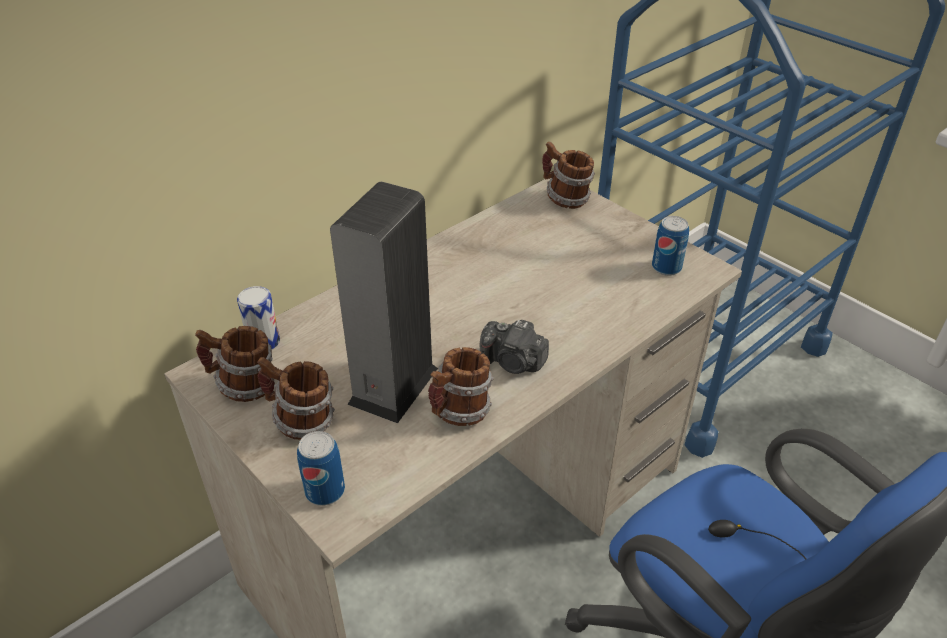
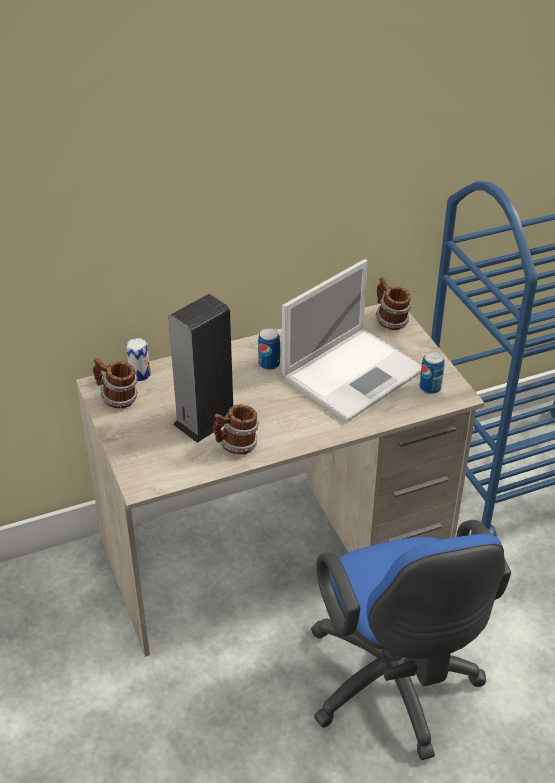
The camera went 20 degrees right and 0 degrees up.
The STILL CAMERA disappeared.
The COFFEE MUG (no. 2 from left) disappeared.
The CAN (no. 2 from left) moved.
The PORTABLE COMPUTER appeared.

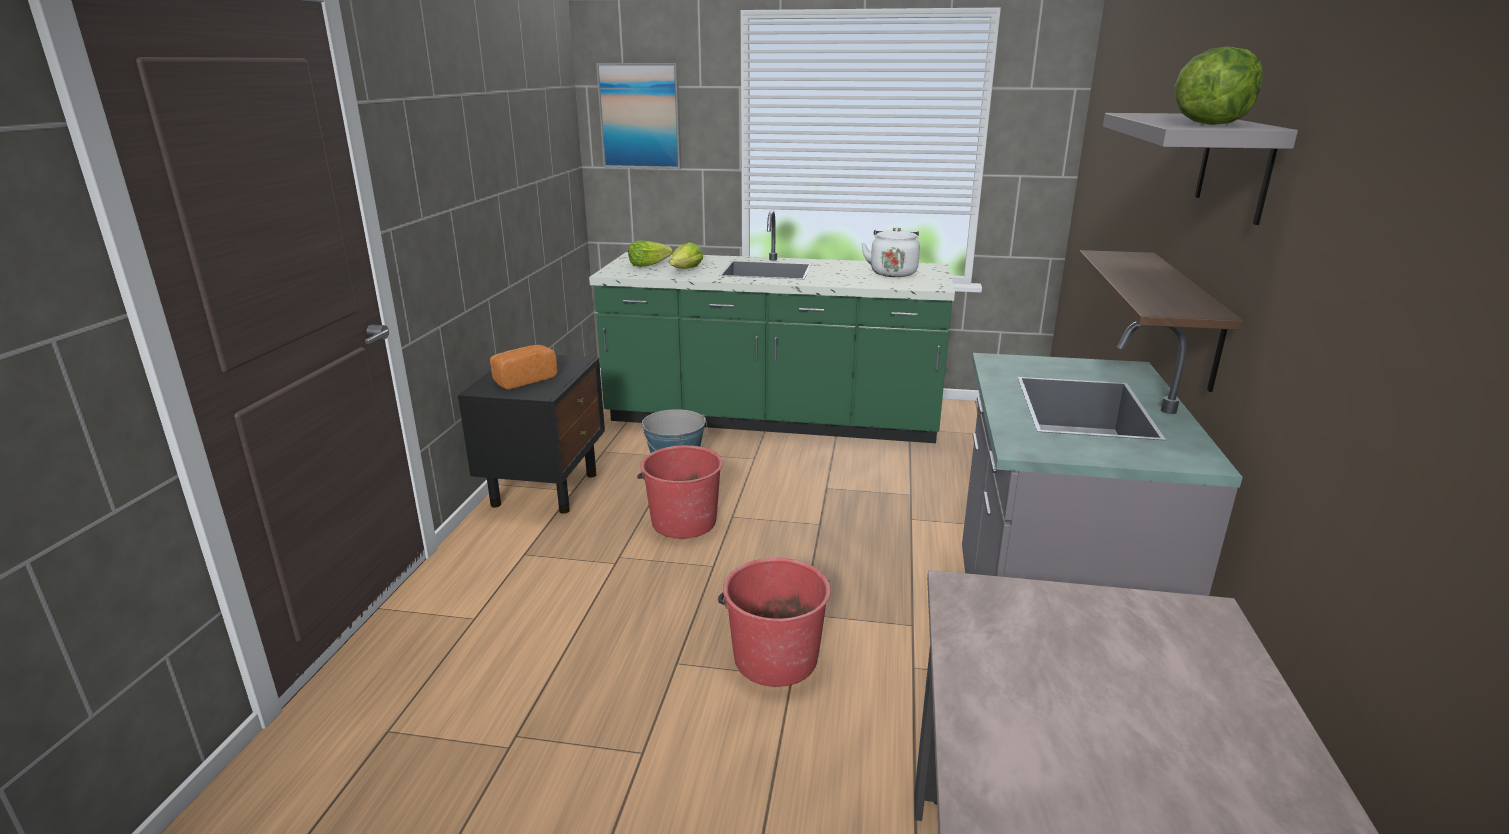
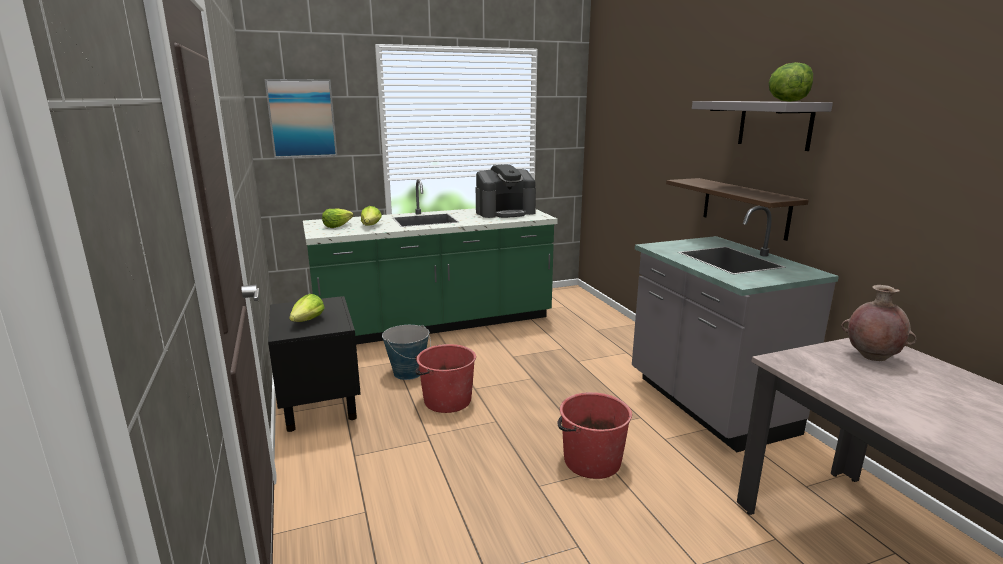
The camera went 30 degrees left and 5 degrees down.
The WHITE-COLOURED KETTLE was replaced by the COFFEE MACHINE.
The BAKED BREAD was replaced by the LETTUCE (no. 1 from left).
The BROWN-COLOURED FLOWER VASE appeared.

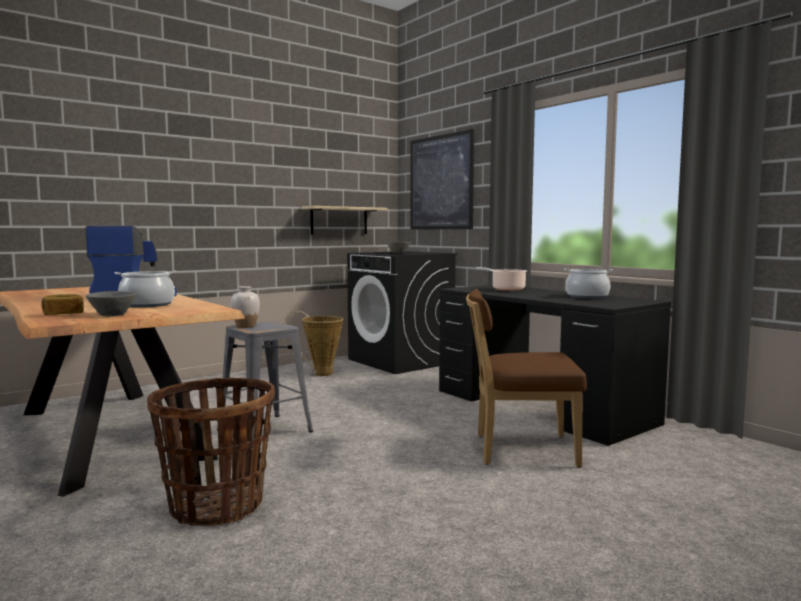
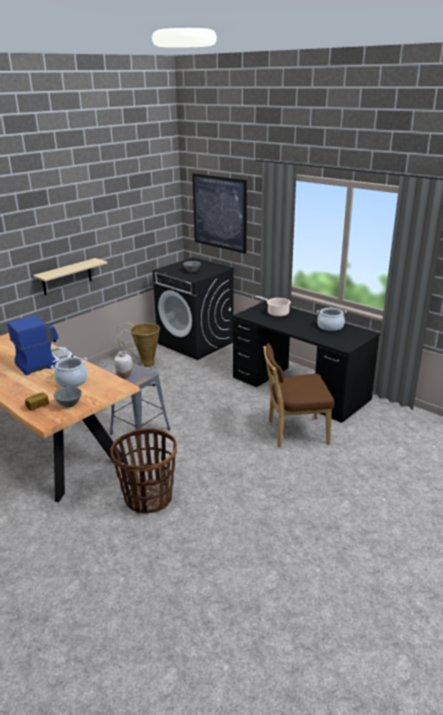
The camera went 10 degrees left and 20 degrees up.
The BEIGE-COLOURED BRACKET SHELF moved.

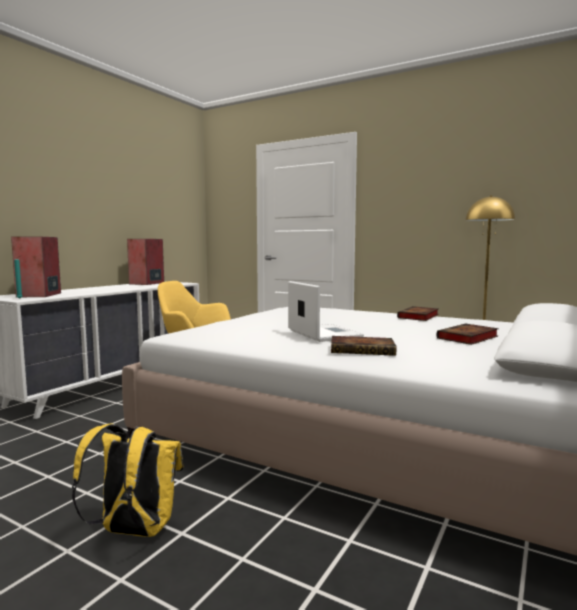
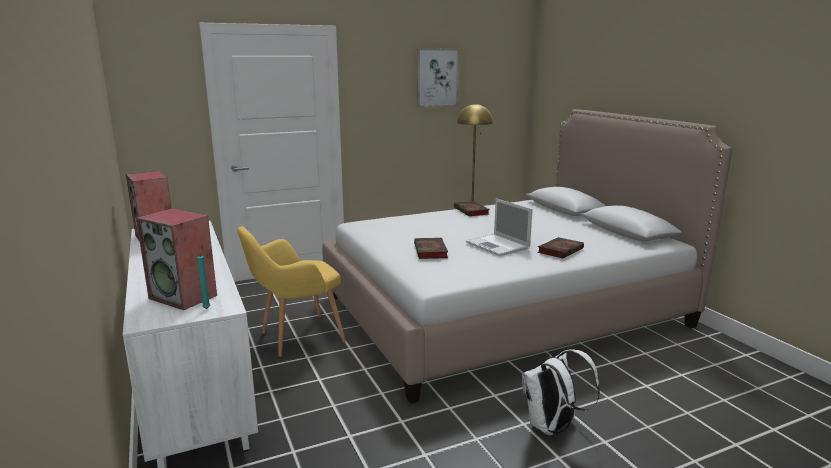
The camera went 55 degrees left and 10 degrees up.
The PORTABLE COMPUTER turned 135 degrees counterclockwise.
The VOLUME (no. 3 from left in the first image) moved.
The YELLOWISH RUCKSACK became the WHITE-COLOURED RUCKSACK.
The WALL ART appeared.

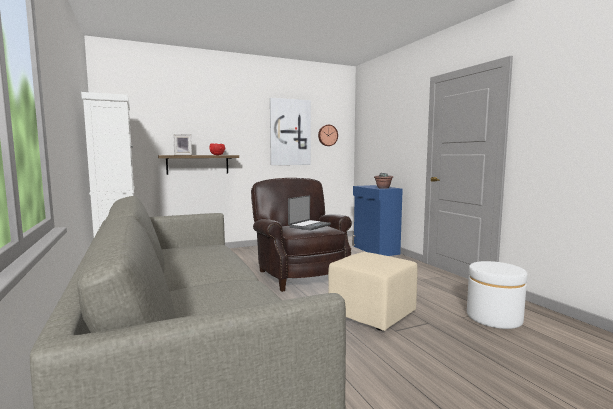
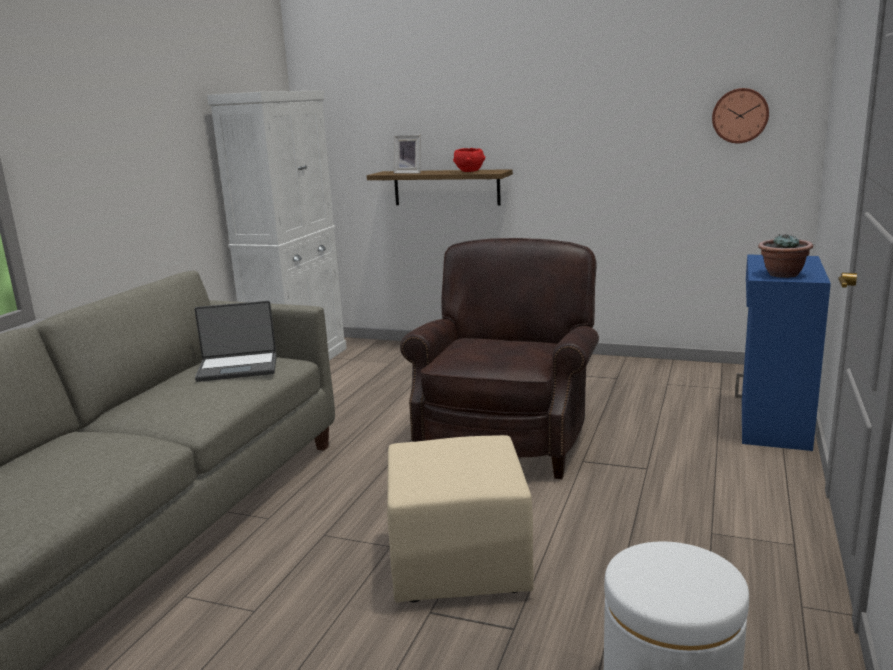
The camera went 45 degrees right and 10 degrees up.
The WALL ART disappeared.
The PORTABLE COMPUTER moved.

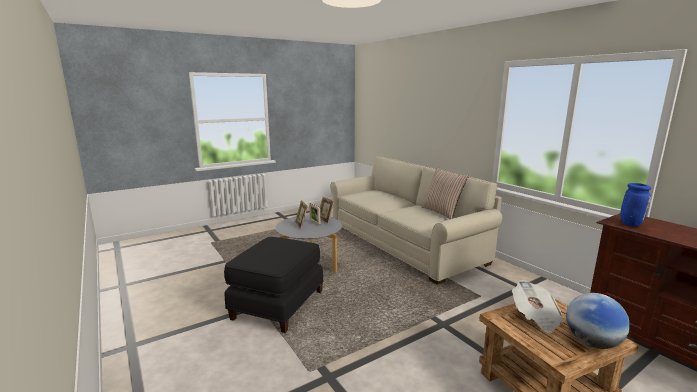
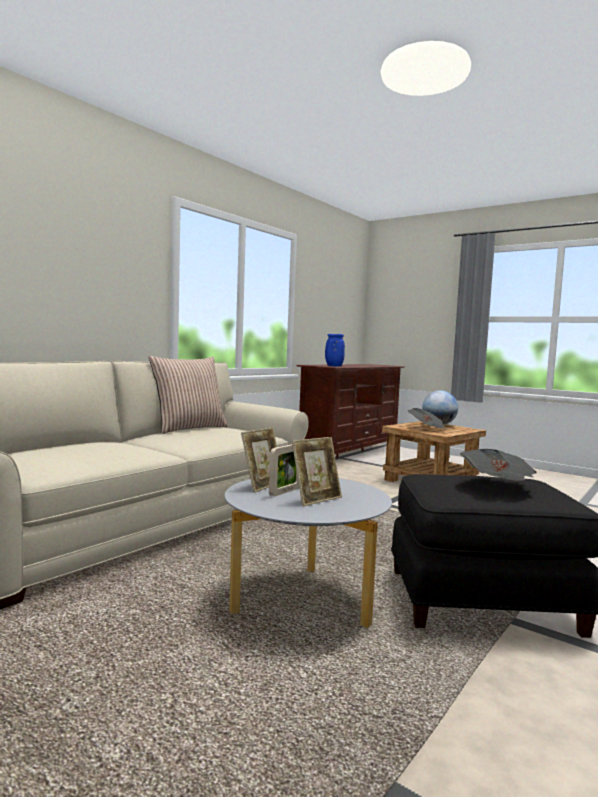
The camera went 110 degrees left and 10 degrees down.
The PRINTED PAPER (no. 2 from left) appeared.

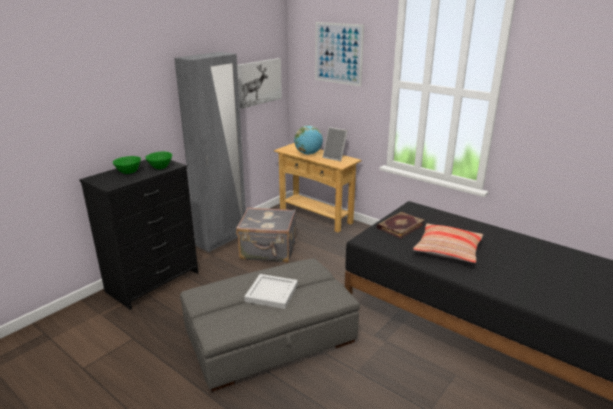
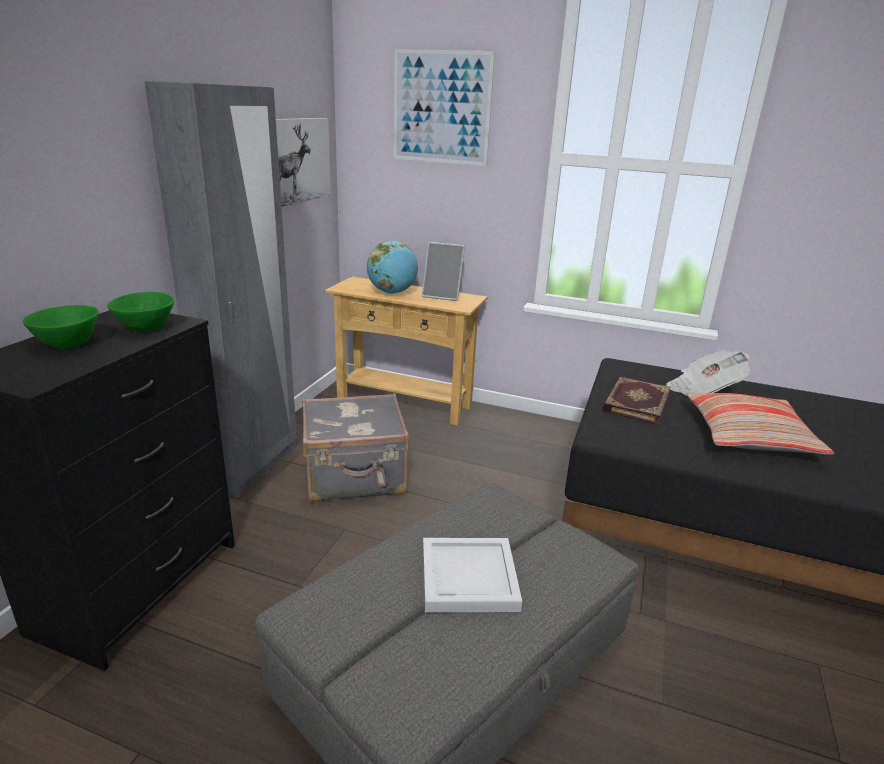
The camera went 20 degrees left and 0 degrees up.
The PRINTED PAPER appeared.

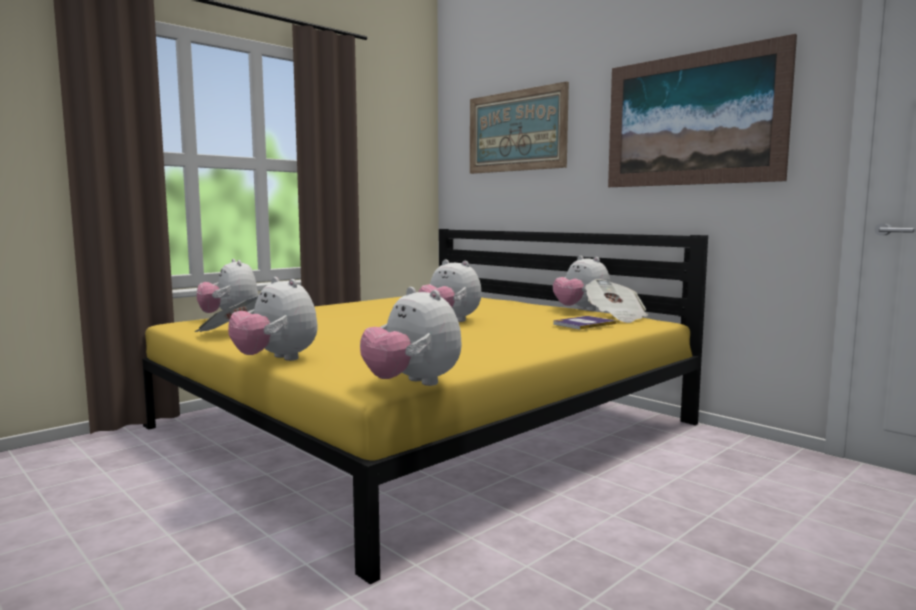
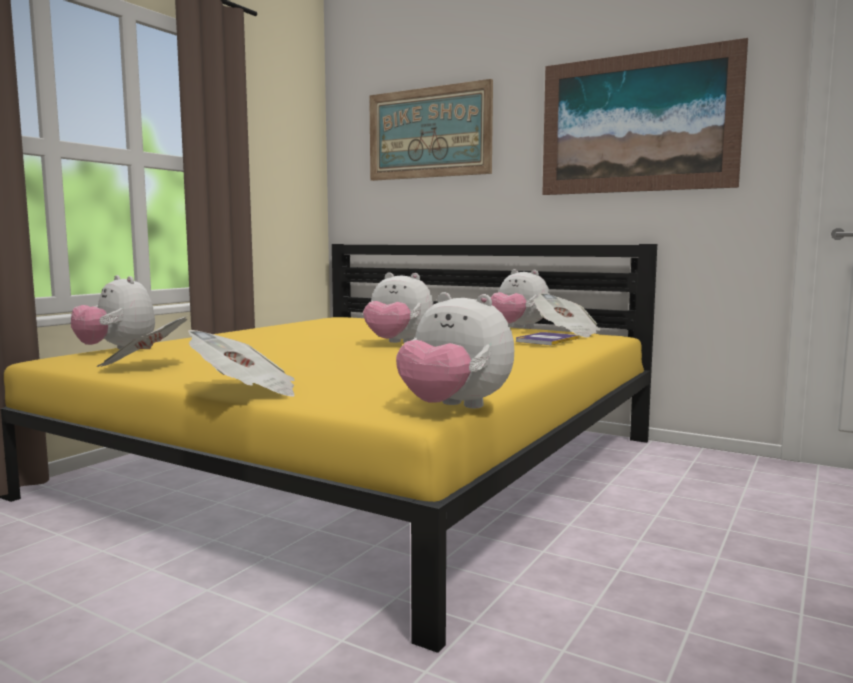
The camera went 15 degrees left and 0 degrees up.
The CUDDLY TOY (no. 2 from left) was replaced by the PRINTED PAPER (no. 2 from left).

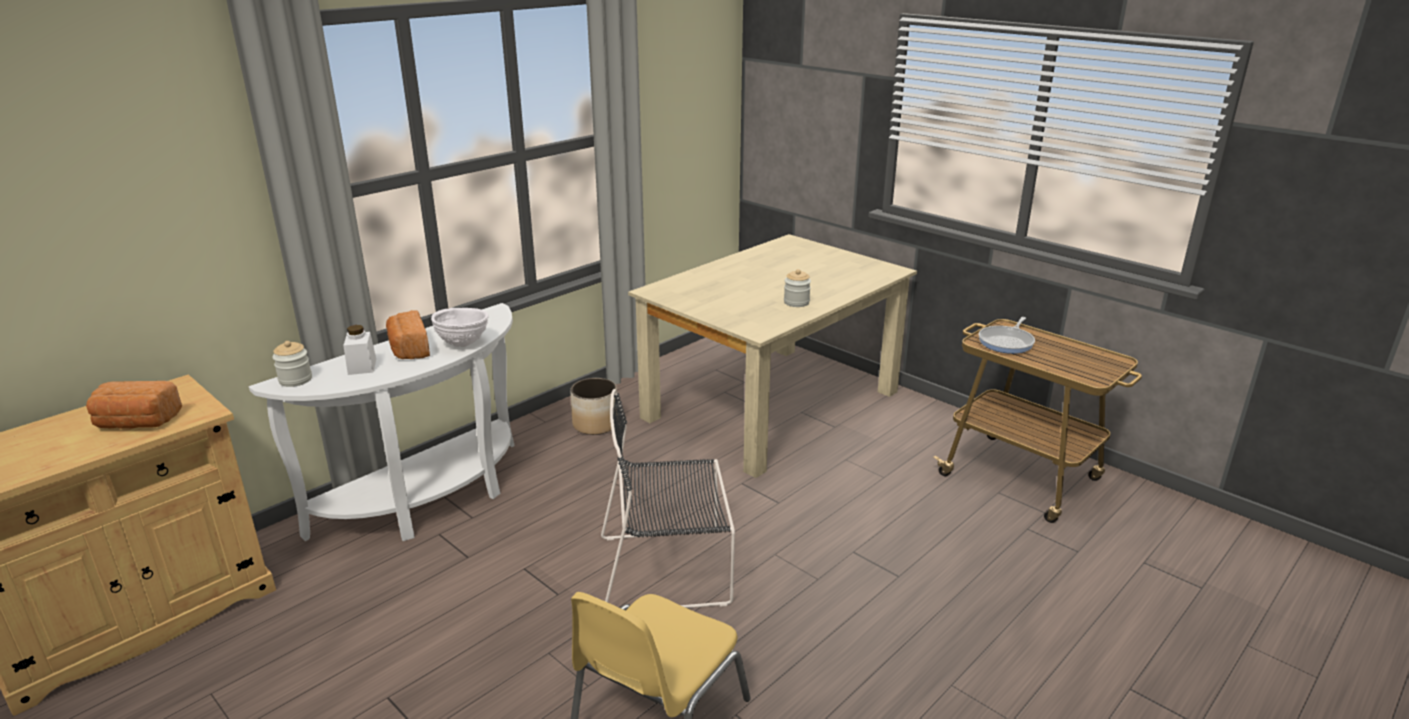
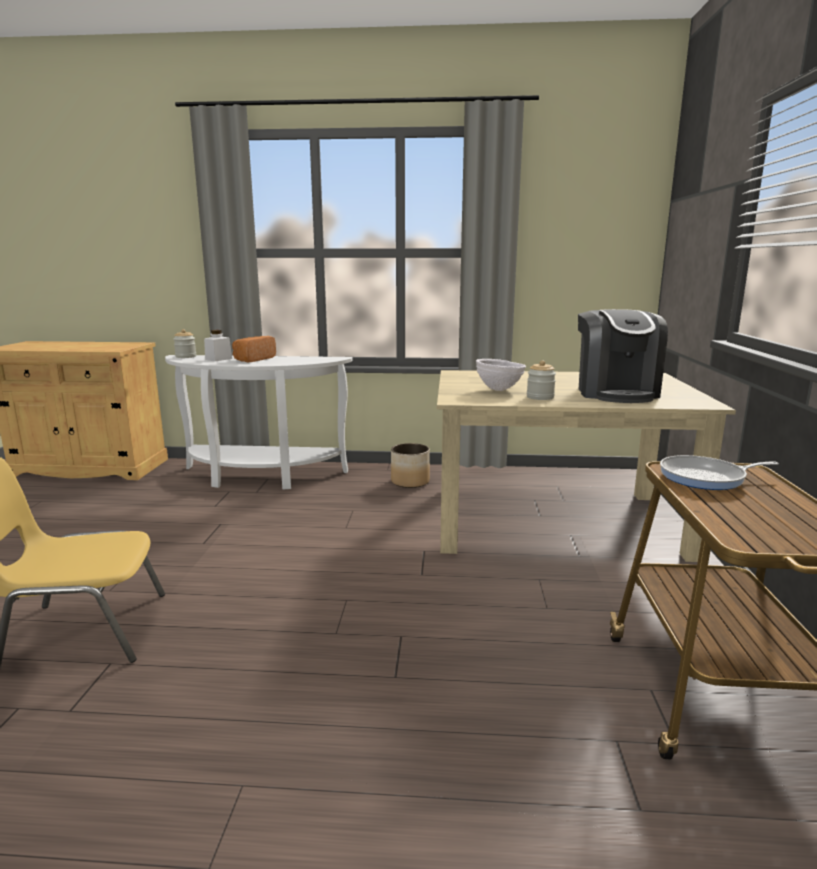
The camera went 50 degrees right and 10 degrees down.
The WHITE-COLOURED SERVING BOWL moved.
The BAKED BREAD (no. 1 from left) disappeared.
The BLACK UPRIGHT CHAIR disappeared.
The COFFEE MACHINE appeared.

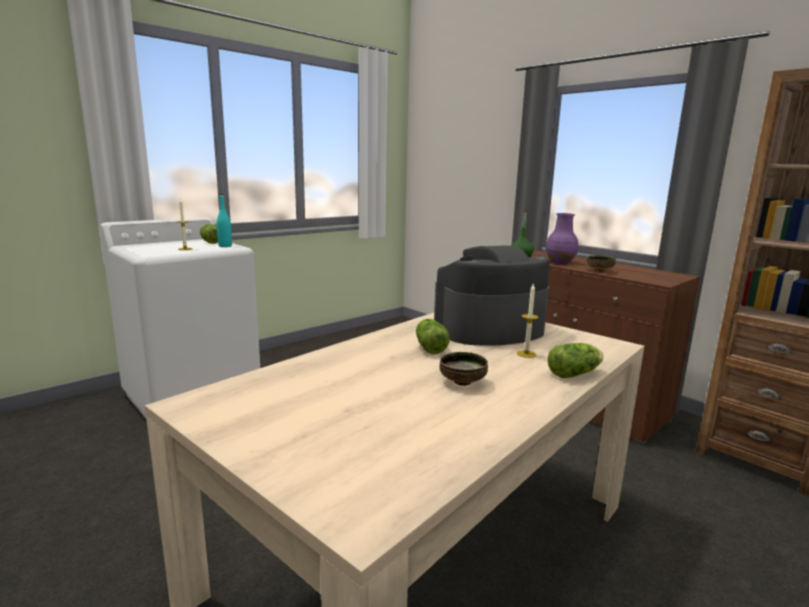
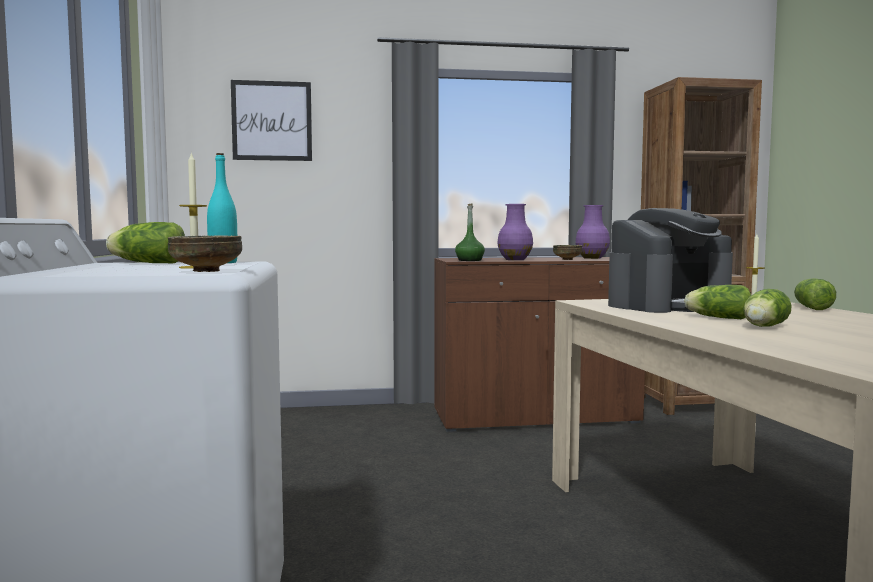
The camera went 55 degrees left and 10 degrees down.
The COFFEE MACHINE turned 135 degrees counterclockwise.
The SERVING BOWL (no. 1 from left) moved.
The WALL ART appeared.
The PURPLE FLOWER VASE (no. 2 from left) appeared.
The LETTUCE (no. 3 from left) appeared.

